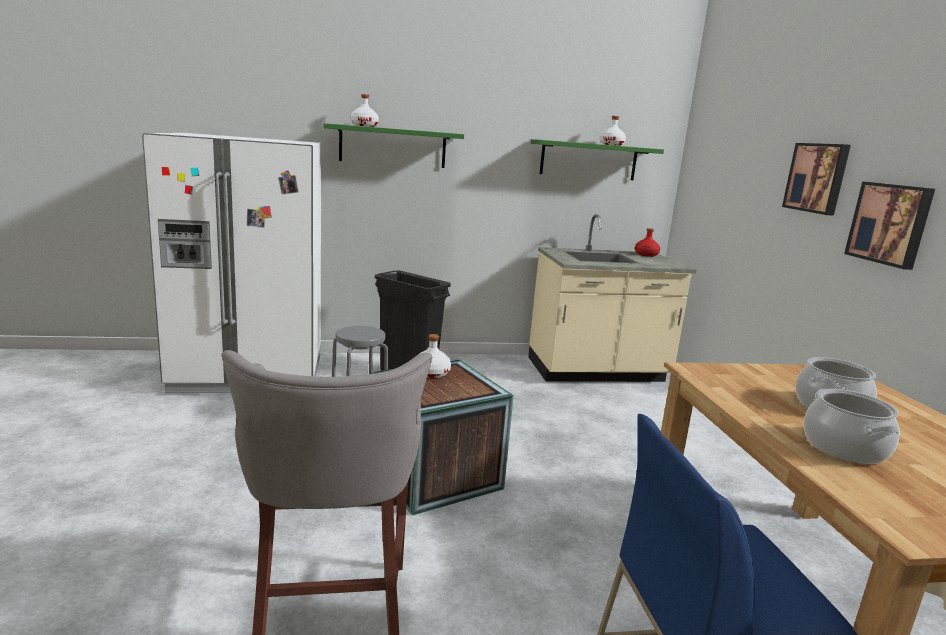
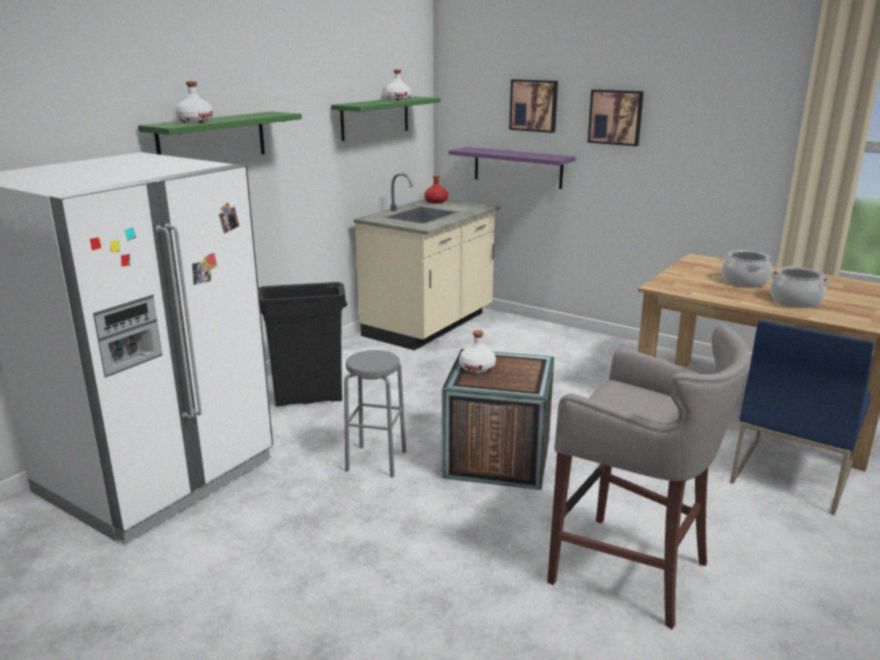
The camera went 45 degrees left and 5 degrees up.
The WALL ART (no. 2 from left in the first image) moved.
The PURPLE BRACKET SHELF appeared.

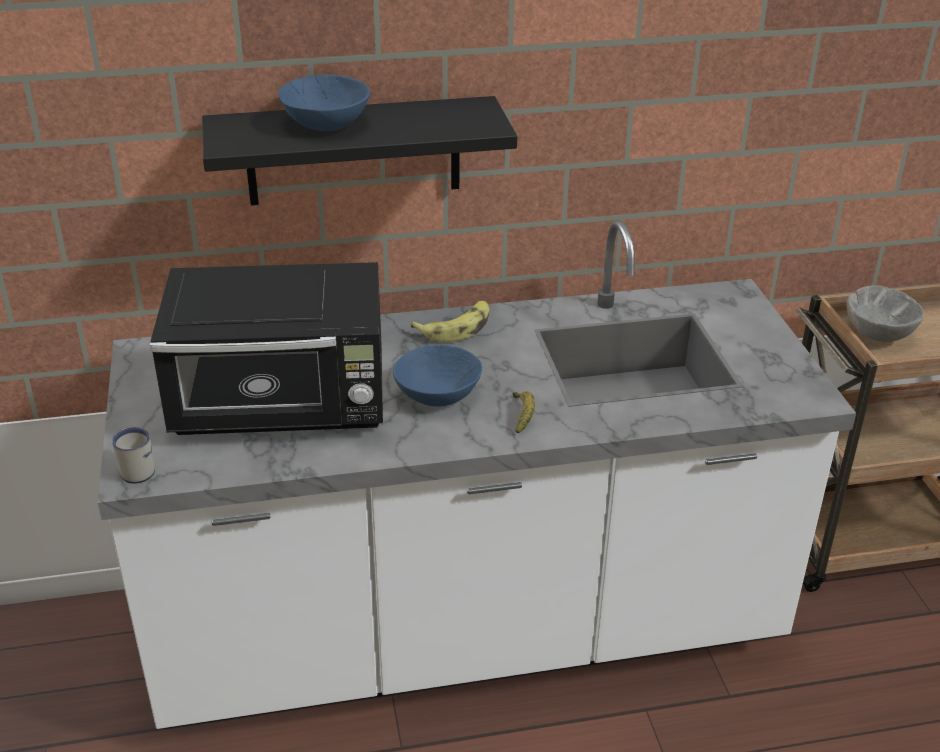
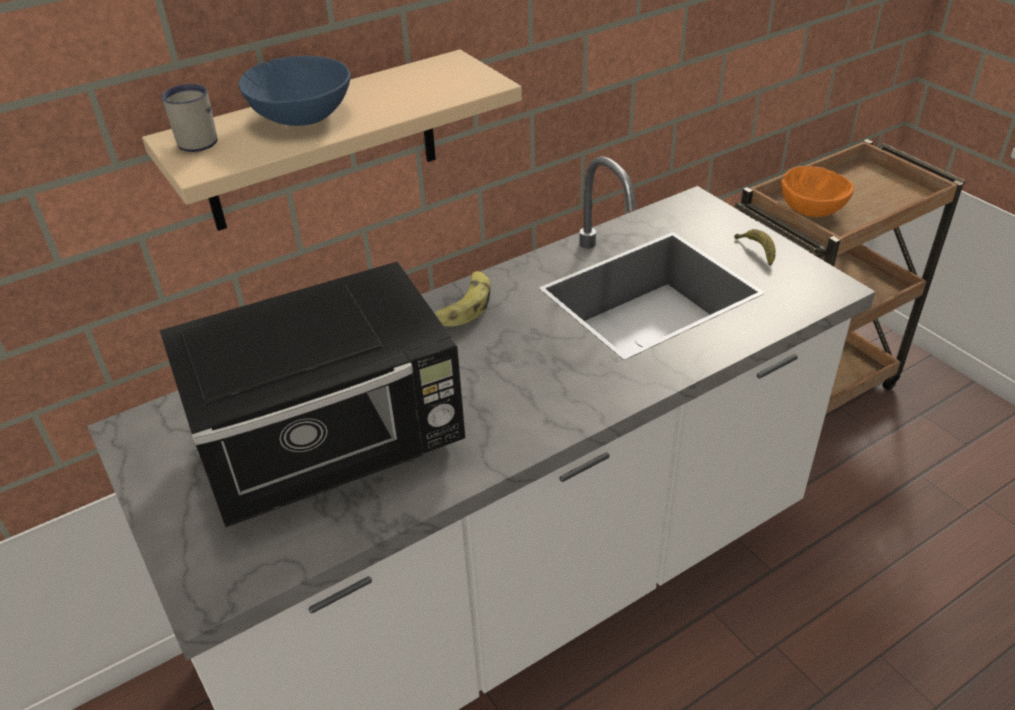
The camera went 20 degrees left and 5 degrees up.
The BLACK BRACKET SHELF became the BEIGE-COLOURED BRACKET SHELF.
The GREY SERVING BOWL became the ORANGEY SERVING BOWL.
The BLUE SERVING BOWL (no. 2 from left) disappeared.
The WHOLE BANANA (no. 2 from left) moved.
The WHITE-COLOURED COFFEE MUG moved.

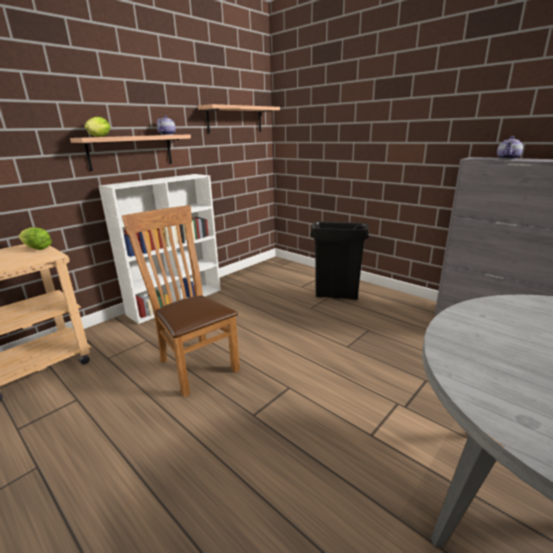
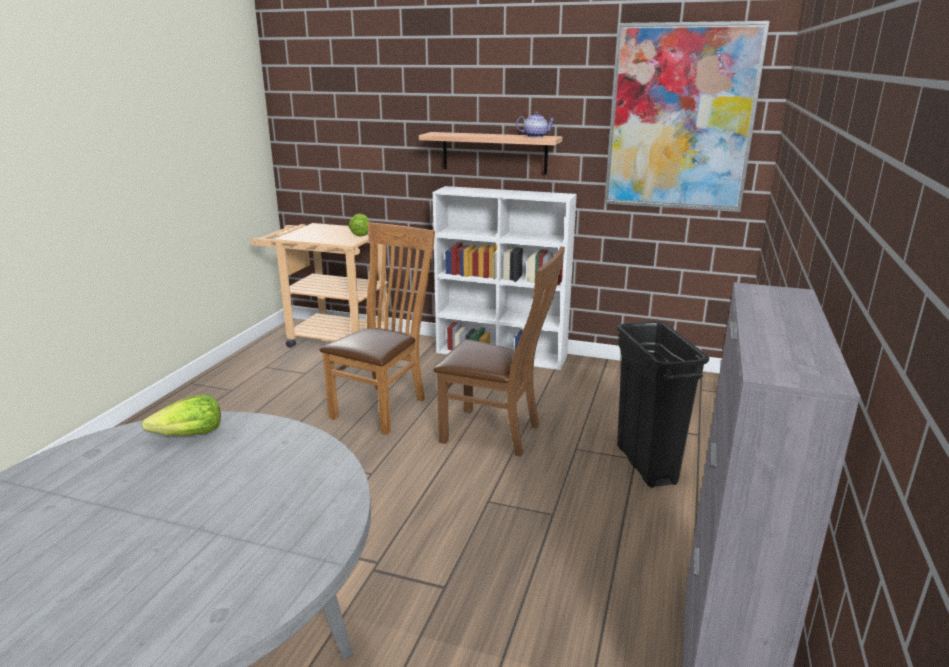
The camera went 65 degrees right and 0 degrees up.
The BRACKET SHELF (no. 2 from left) was replaced by the WALL ART.
The LETTUCE (no. 2 from left in the first image) moved.
The TEA POT (no. 2 from left) disappeared.
The BROWN-COLOURED UPRIGHT CHAIR (no. 2 from left) appeared.

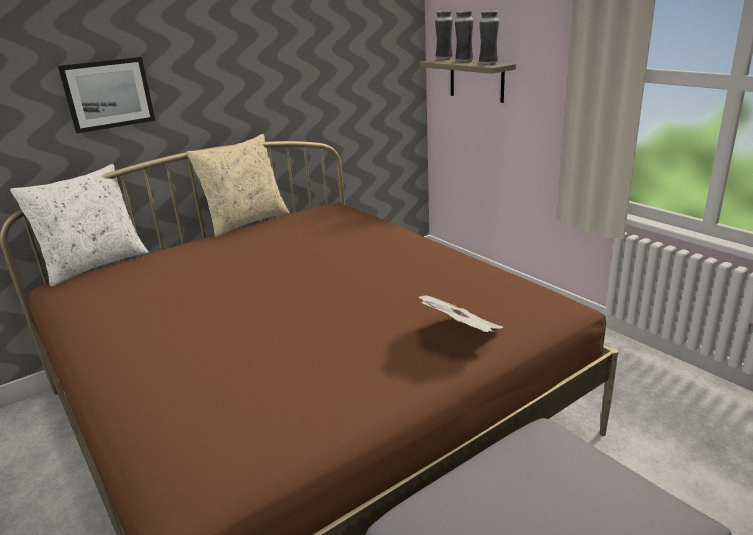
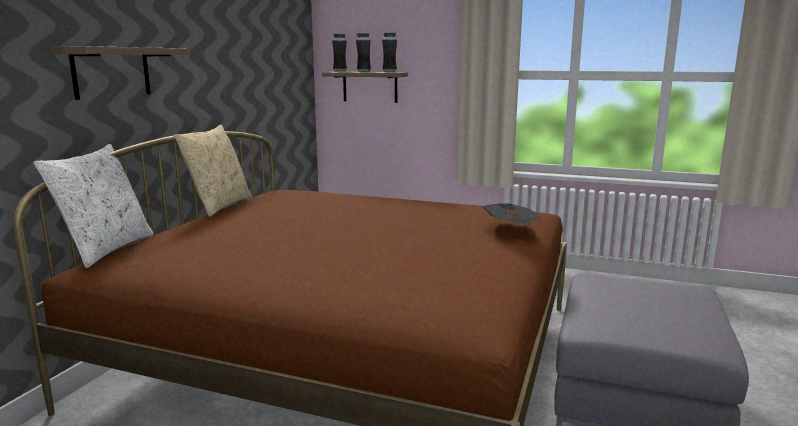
The camera went 35 degrees left and 10 degrees down.
The WALL ART was replaced by the BRACKET SHELF (no. 1 from left).

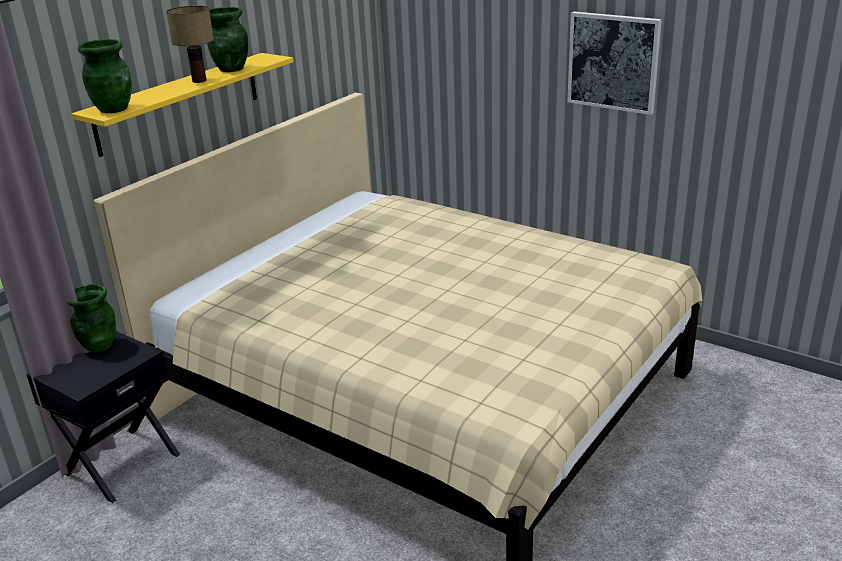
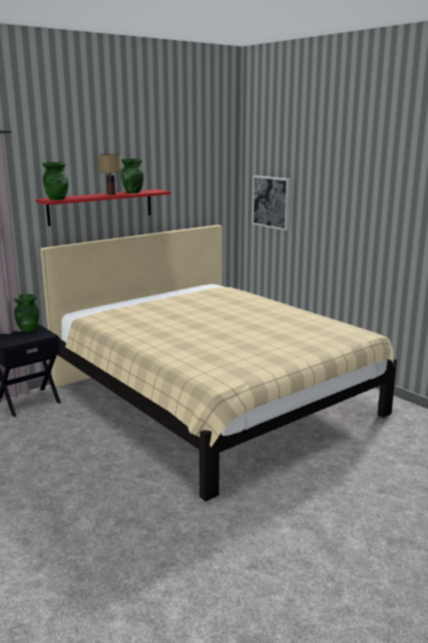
The camera went 15 degrees right and 10 degrees down.
The WALL ART moved.
The YELLOWISH BRACKET SHELF became the RED BRACKET SHELF.

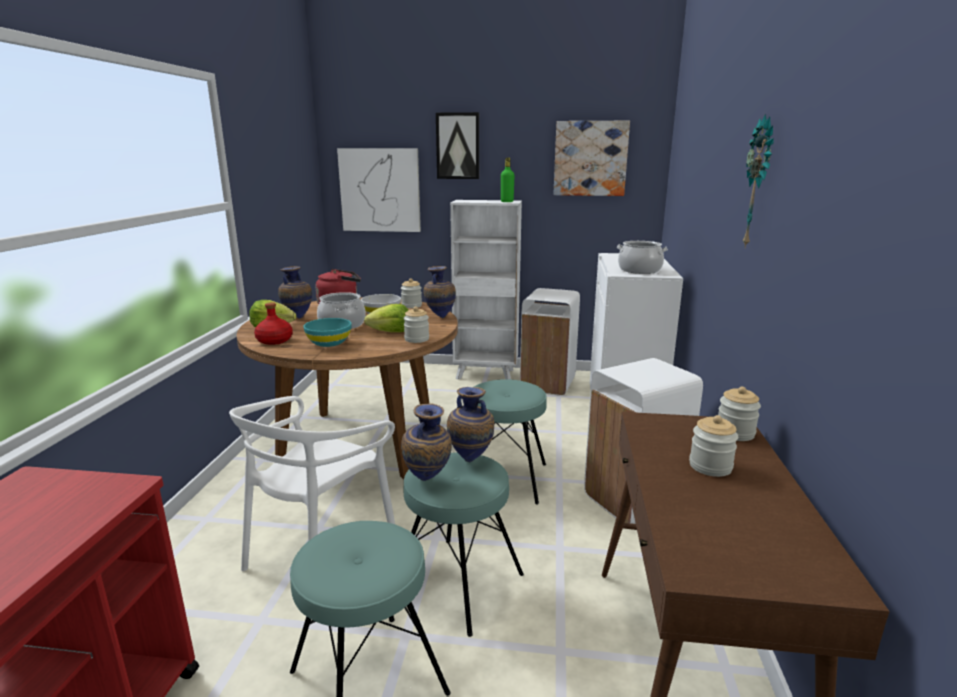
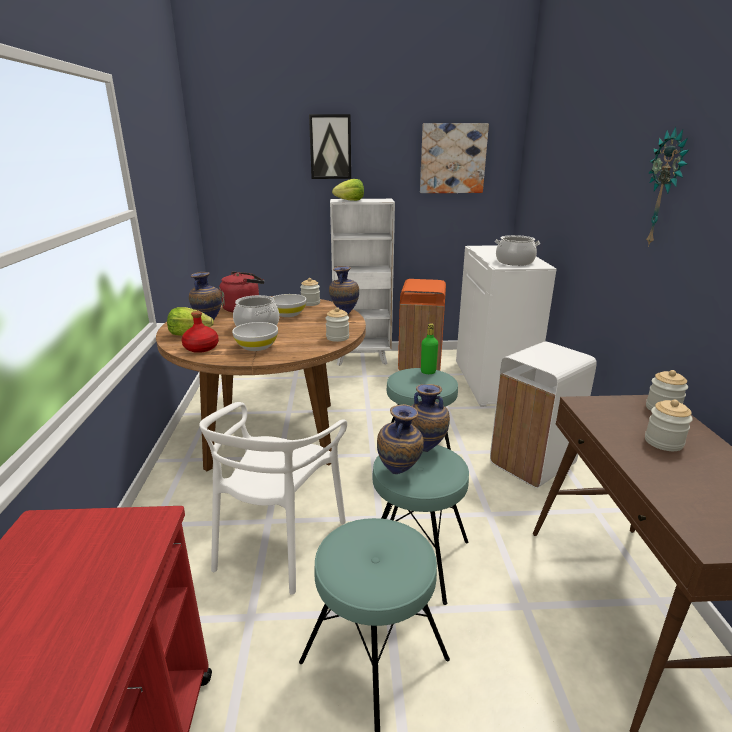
The camera went 10 degrees left and 5 degrees up.
The WALL ART (no. 1 from left) disappeared.
The GREEN BOTTLE moved.
The WHITE-COLOURED TRASH CAN (no. 1 from left) became the ORANGEY TRASH CAN.
The LETTUCE (no. 2 from left) moved.
The TURQUOISE-COLOURED SERVING BOWL became the WHITE-COLOURED SERVING BOWL (no. 1 from left).

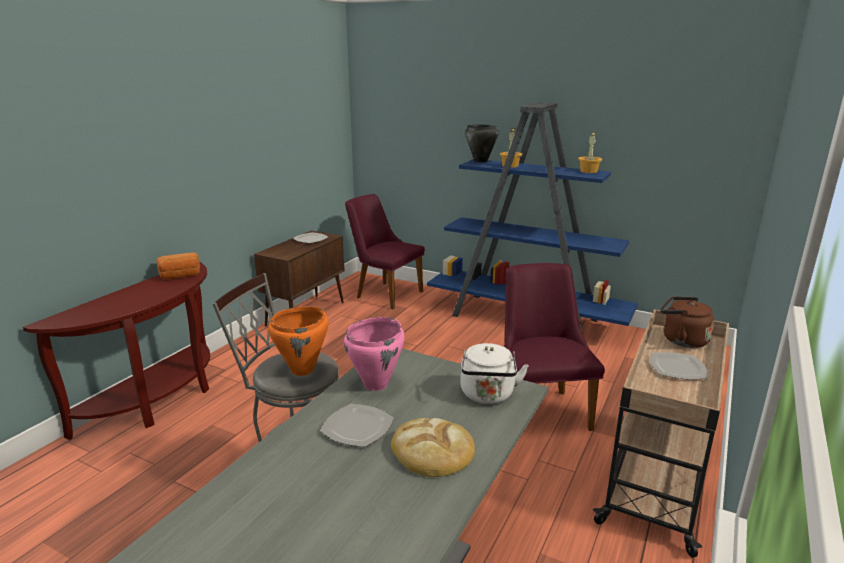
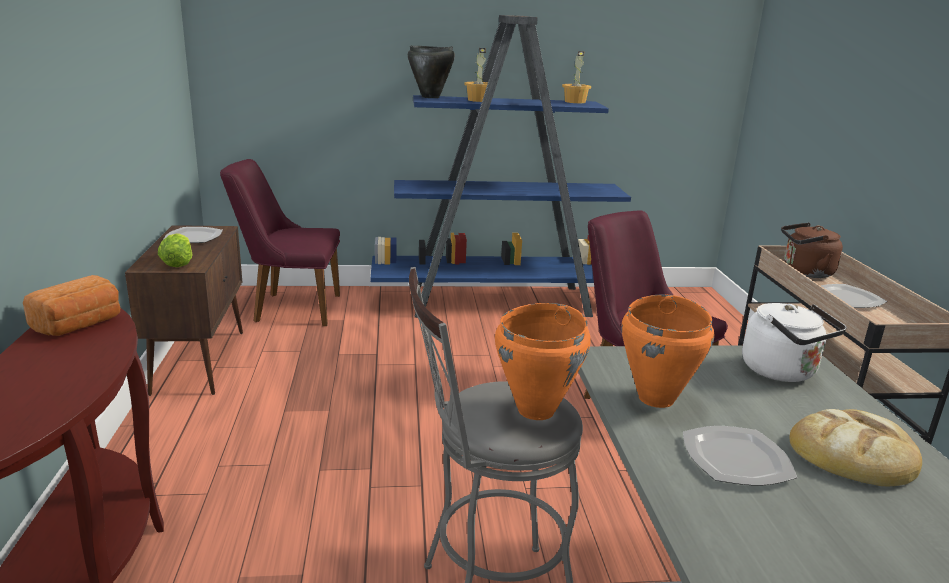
The camera went 35 degrees left and 0 degrees up.
The PINK COOKING POT became the ORANGEY COOKING POT (no. 2 from left).
The LETTUCE appeared.

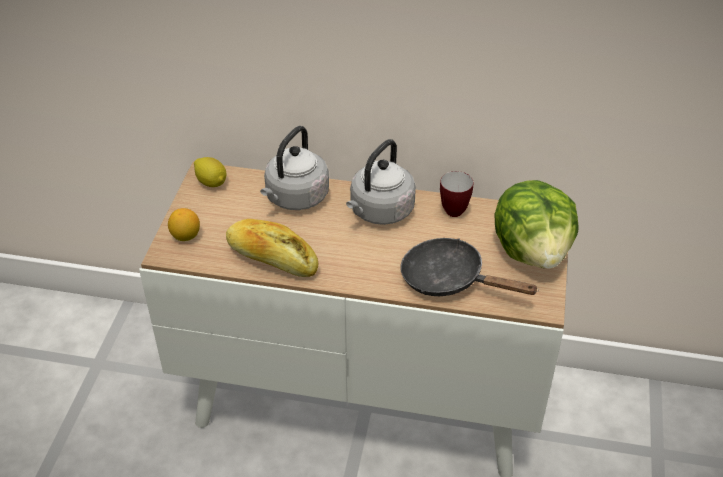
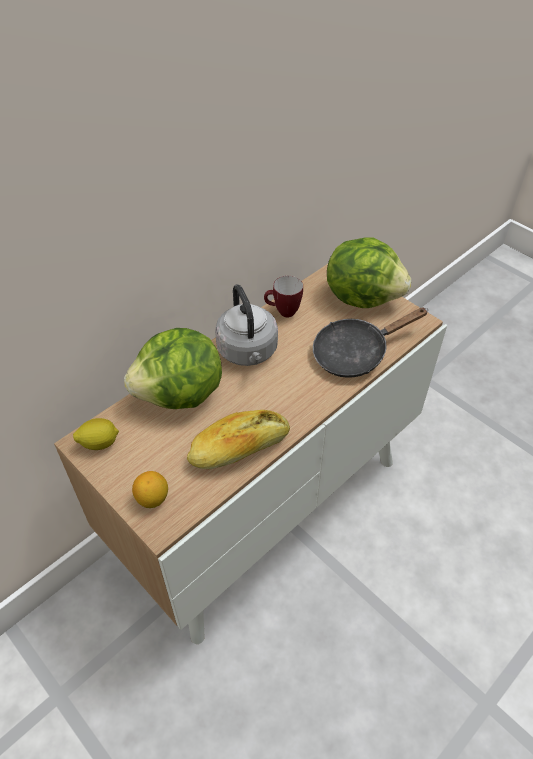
The camera went 55 degrees left and 5 degrees up.
The GREY KETTLE (no. 1 from left) was replaced by the LETTUCE (no. 1 from left).

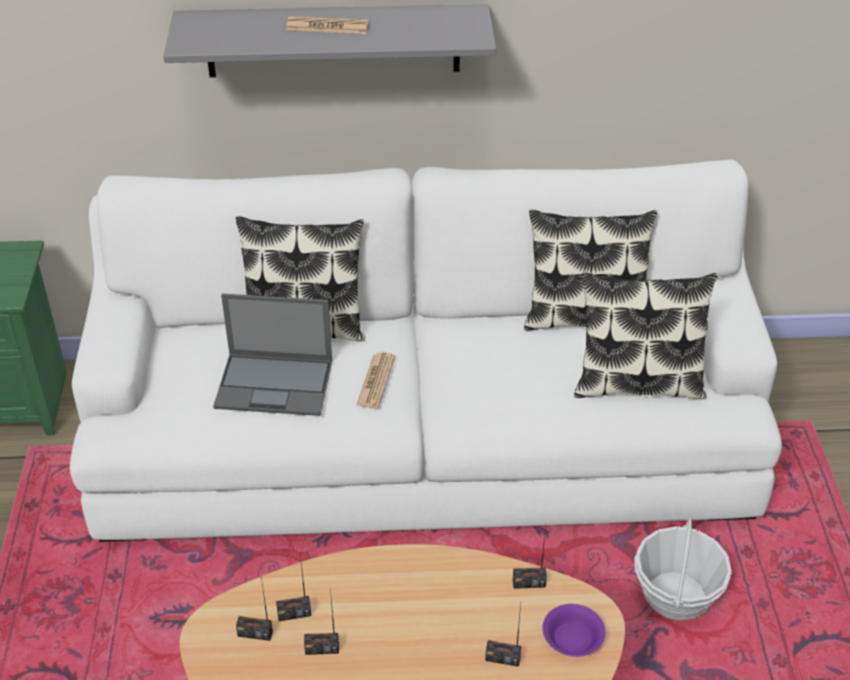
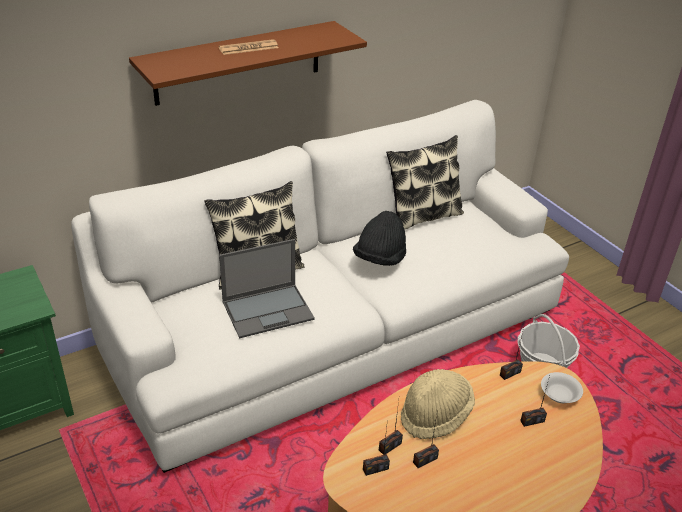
The camera went 30 degrees left and 5 degrees down.
The GREY BRACKET SHELF became the BROWN-COLOURED BRACKET SHELF.
The PILLOW (no. 3 from left) disappeared.
The PRINTED PAPER (no. 2 from left) disappeared.
The PURPLE SERVING BOWL became the WHITE-COLOURED SERVING BOWL.
The BLACK HAT appeared.
The BEIGE-COLOURED HAT appeared.

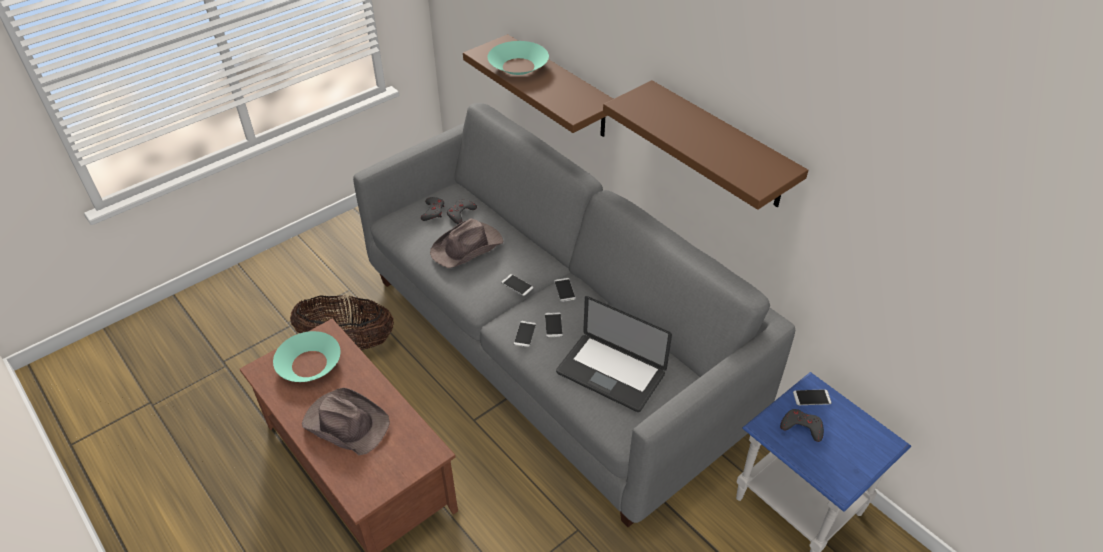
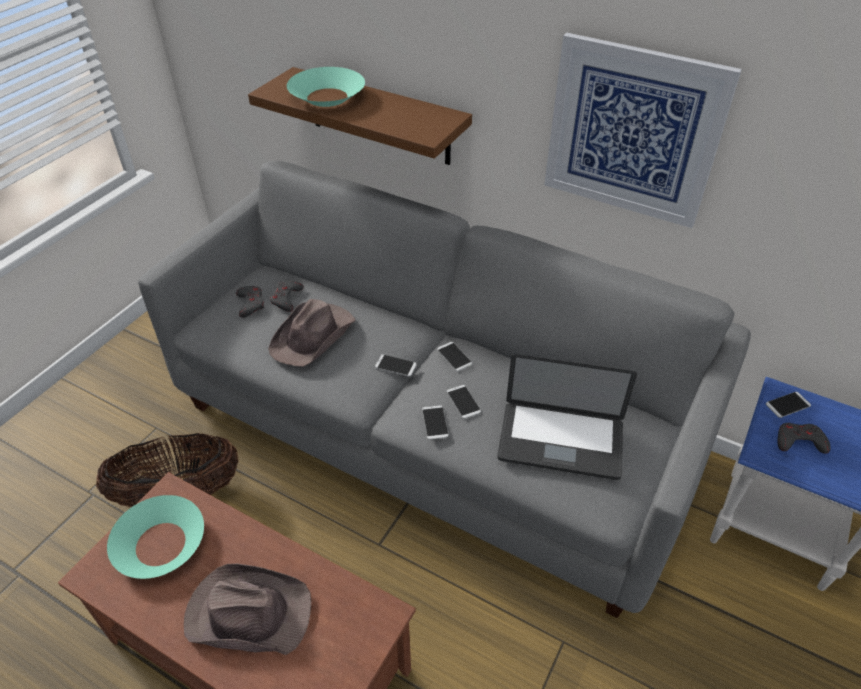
The camera went 20 degrees left and 0 degrees up.
The BROWN-COLOURED BRACKET SHELF (no. 2 from left) was replaced by the WALL ART.

